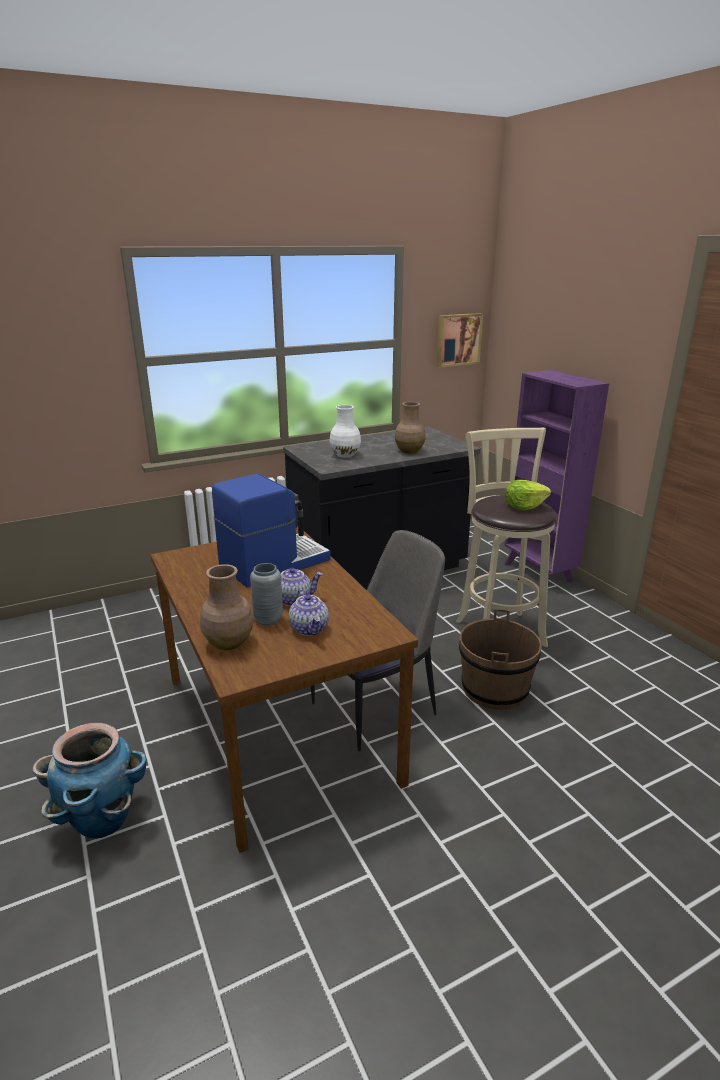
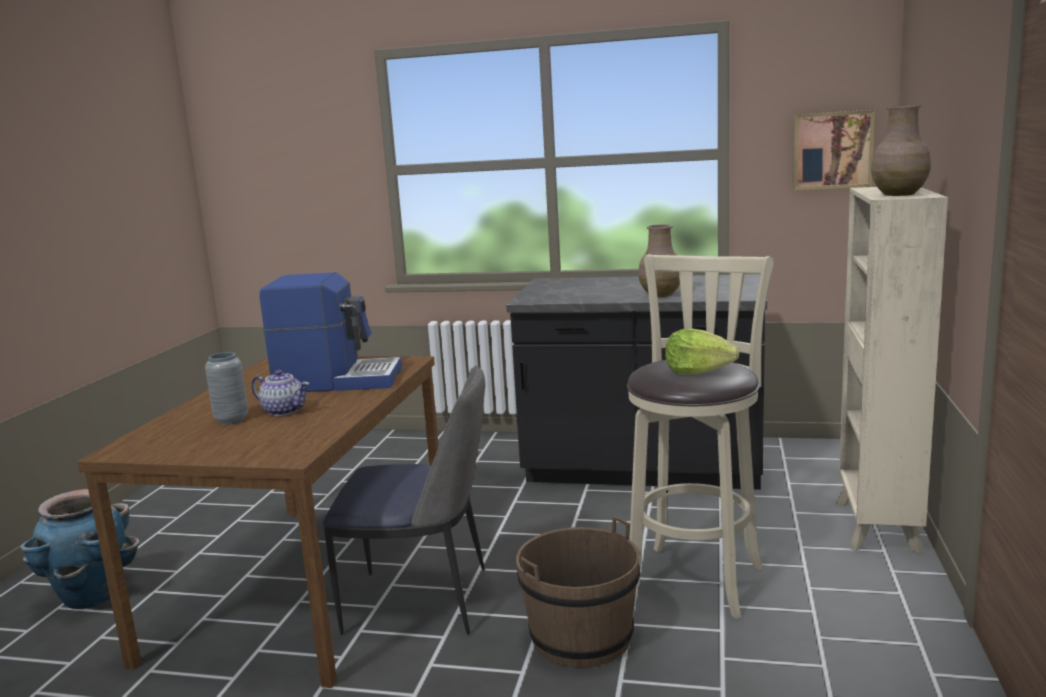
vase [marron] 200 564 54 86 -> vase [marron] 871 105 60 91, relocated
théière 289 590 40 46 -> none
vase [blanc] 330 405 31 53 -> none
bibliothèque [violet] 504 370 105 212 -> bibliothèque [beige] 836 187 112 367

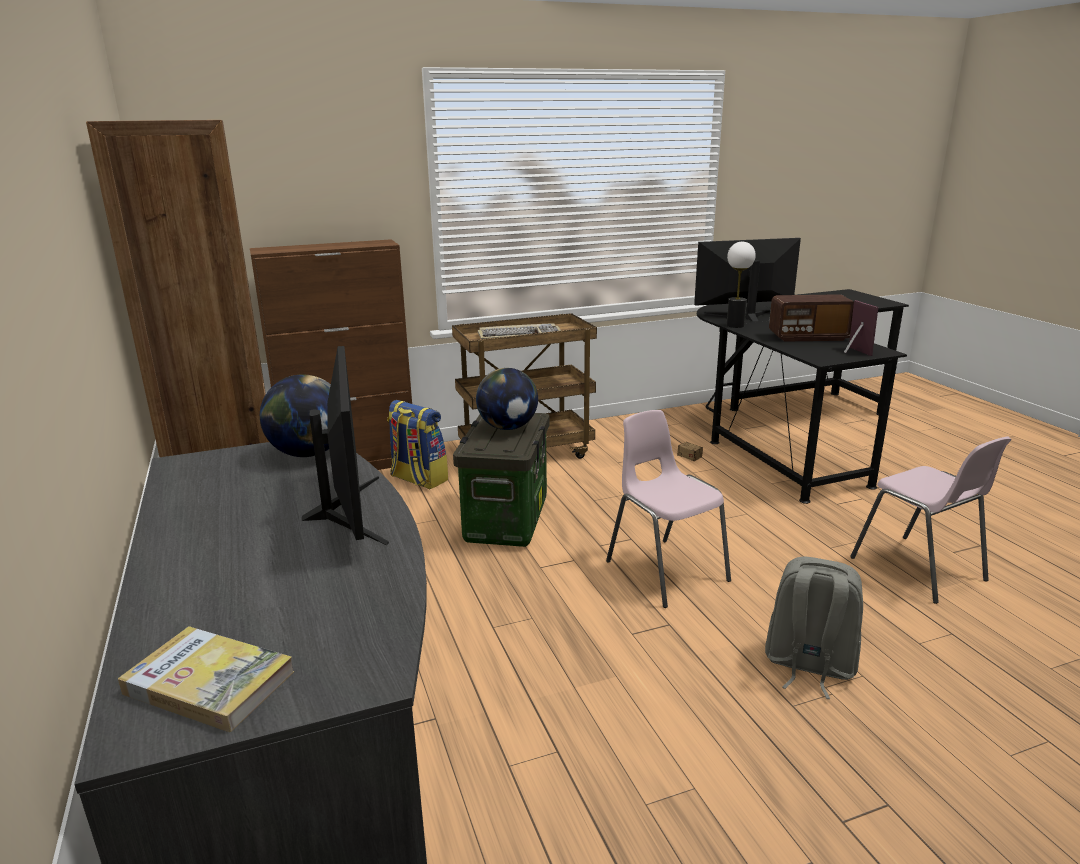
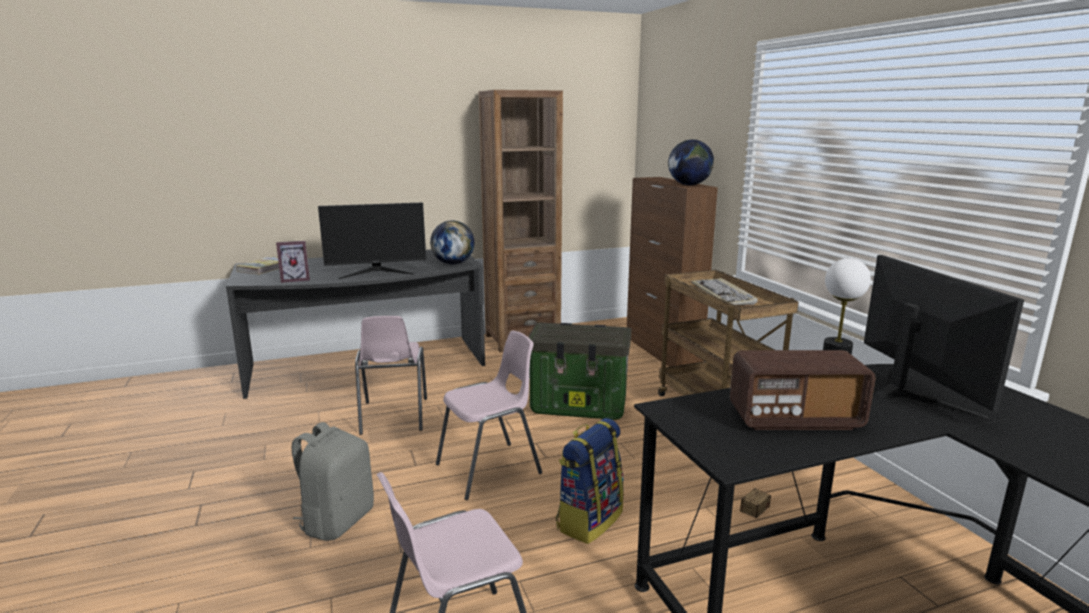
sac à dos 387 400 61 89 -> sac à dos 556 418 68 126, relocated
globe 476 368 62 62 -> globe 668 139 46 46, relocated
radio 769 294 85 48 -> radio 730 350 146 80, 90 degrees counterclockwise
cadre photo 844 300 34 56 -> cadre photo 276 241 34 42, relocated
none -> chaise [rose] 355 316 72 119

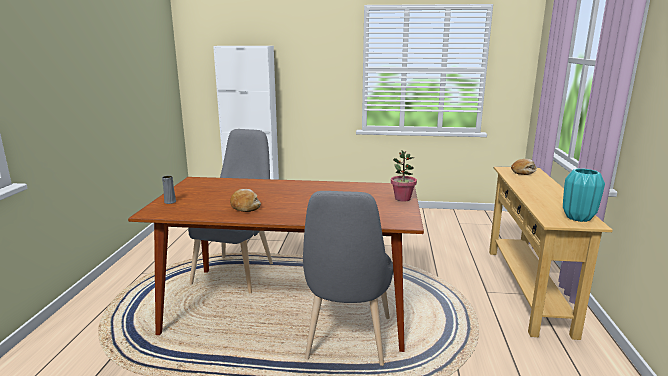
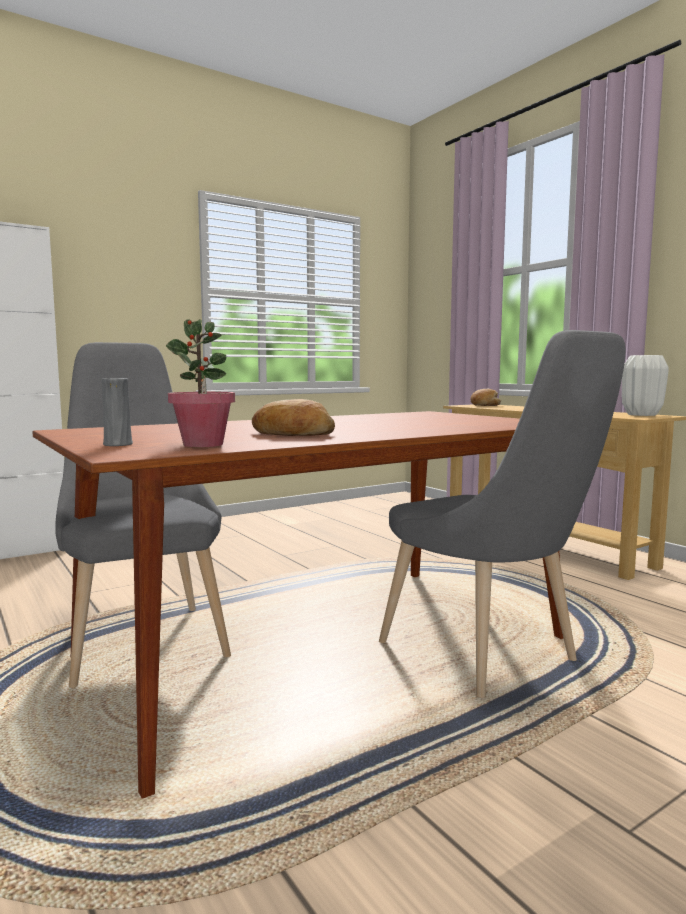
plante en pot 391 150 26 52 -> plante en pot 166 319 69 128, relocated
vase [turquoise] 563 168 42 54 -> vase [blanc] 622 355 47 61

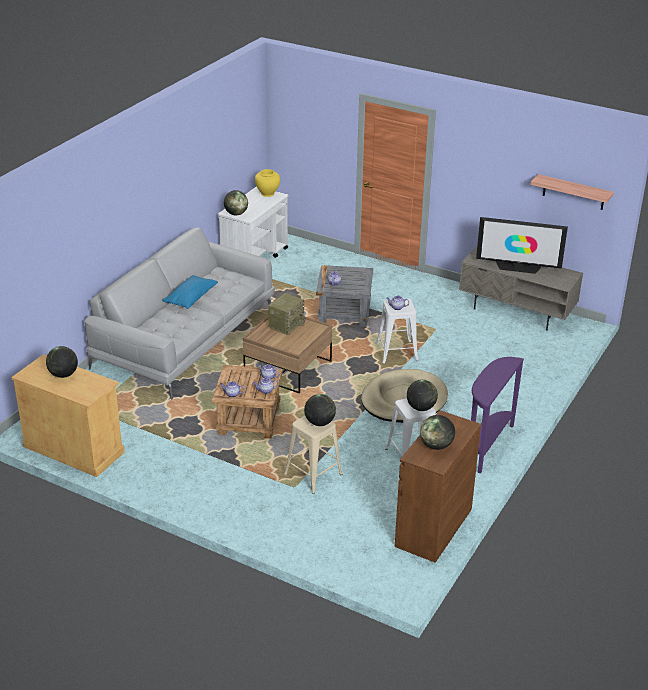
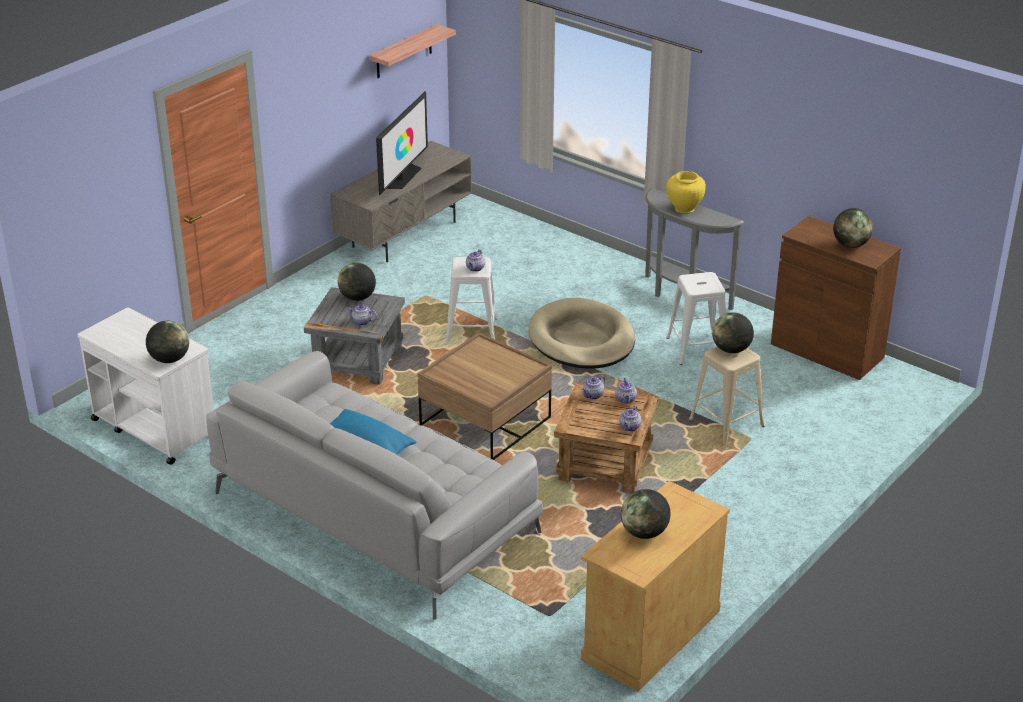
vase [jaune] 255 169 25 28 -> vase [jaune] 666 171 40 43, relocated
radio 268 293 38 42 -> none
globe 407 379 31 32 -> globe 338 263 38 38, relocated
table console [violet] 471 357 53 117 -> table console [gris] 645 188 99 122

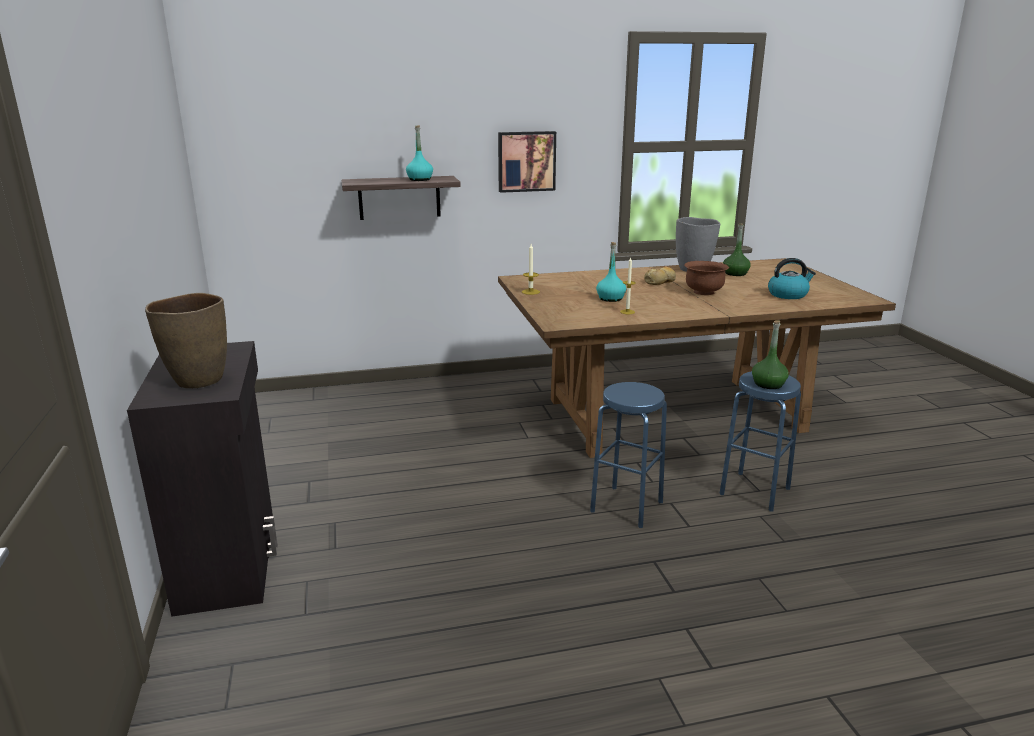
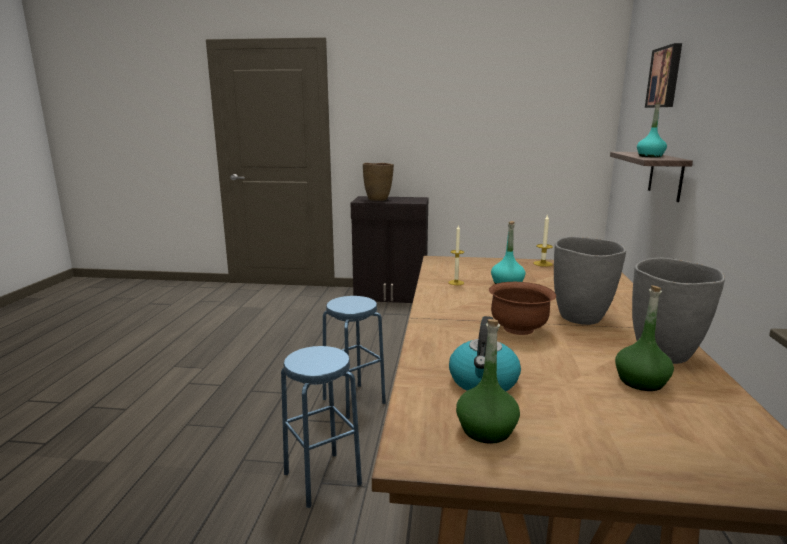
tableau 498 131 58 62 -> tableau 645 43 37 65, relocated
pain 644 267 32 18 -> vase [gris] 554 237 72 88
bouteille [vert] 752 321 37 68 -> bouteille [vert] 456 319 64 125, relocated

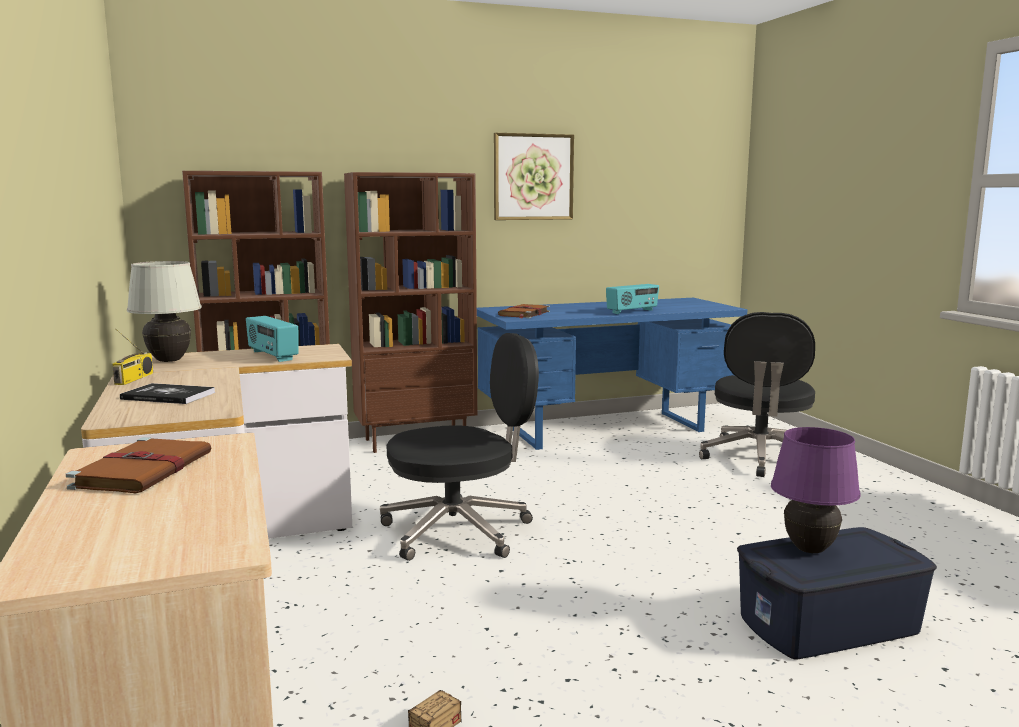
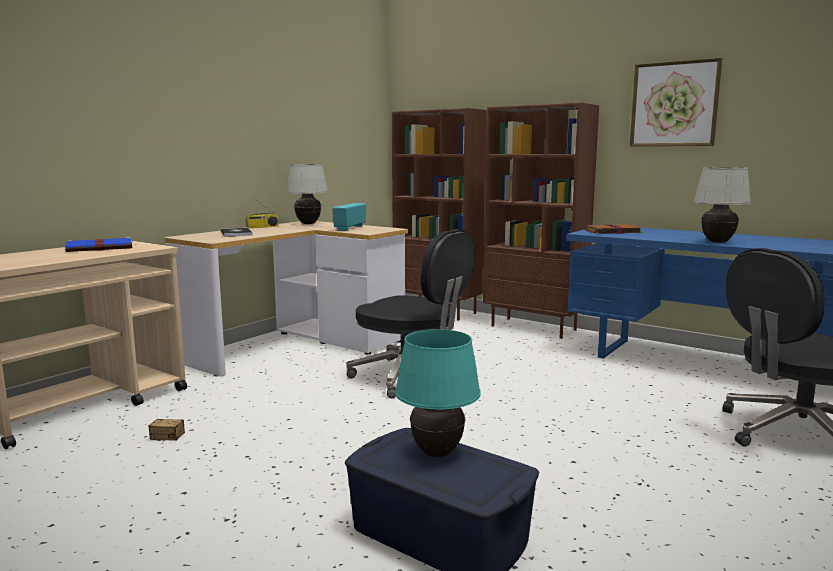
livre [marron] 66 437 146 56 -> livre [bleu] 65 237 67 15
radio 606 284 53 30 -> lampe de table [blanc] 693 167 58 76
lampe de table [violet] 771 427 90 126 -> lampe de table [turquoise] 395 329 86 128

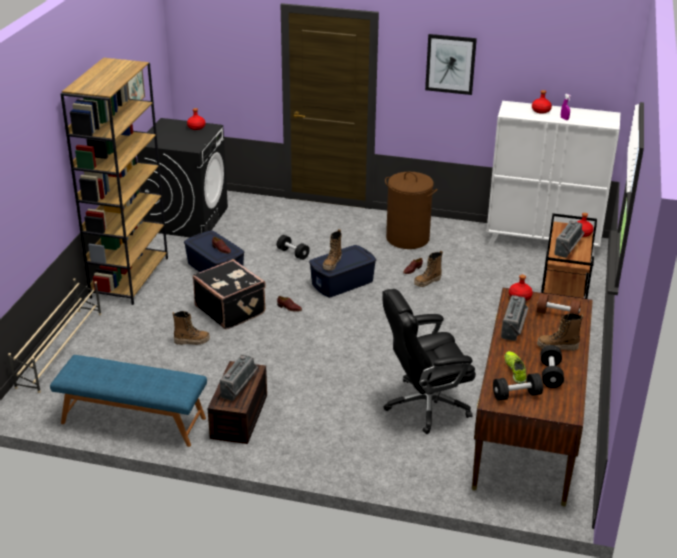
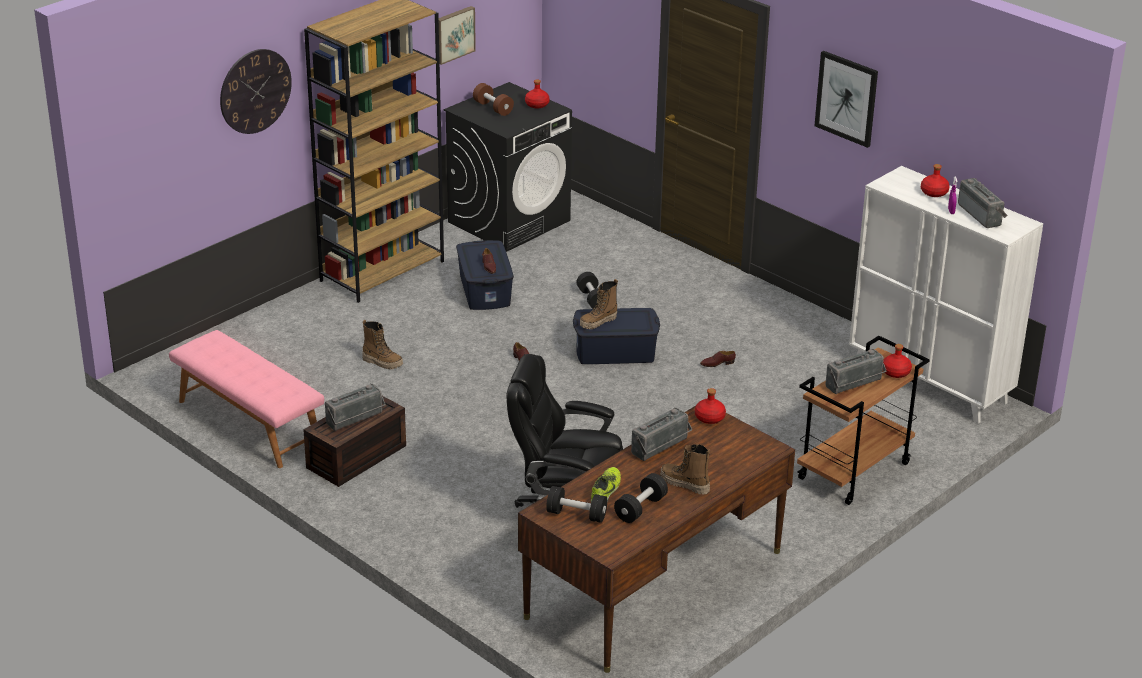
étagère à chaussures [beige] 8 278 93 115 -> none
banc [bleu] 50 355 157 92 -> banc [rose] 169 330 155 138
valise [noir] 193 259 73 70 -> none
panier à linge [marron] 385 172 52 77 -> none
botte 414 251 29 36 -> none
haltère [marron] 537 294 44 21 -> haltère [marron] 473 83 41 33, relocated
none -> horloge murale 220 49 72 85
none -> radio 958 178 49 50

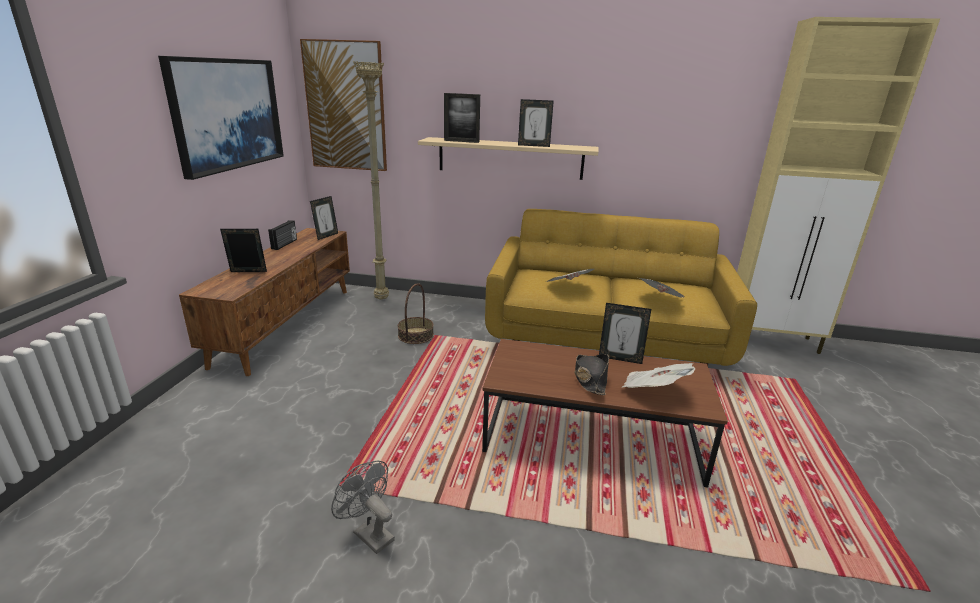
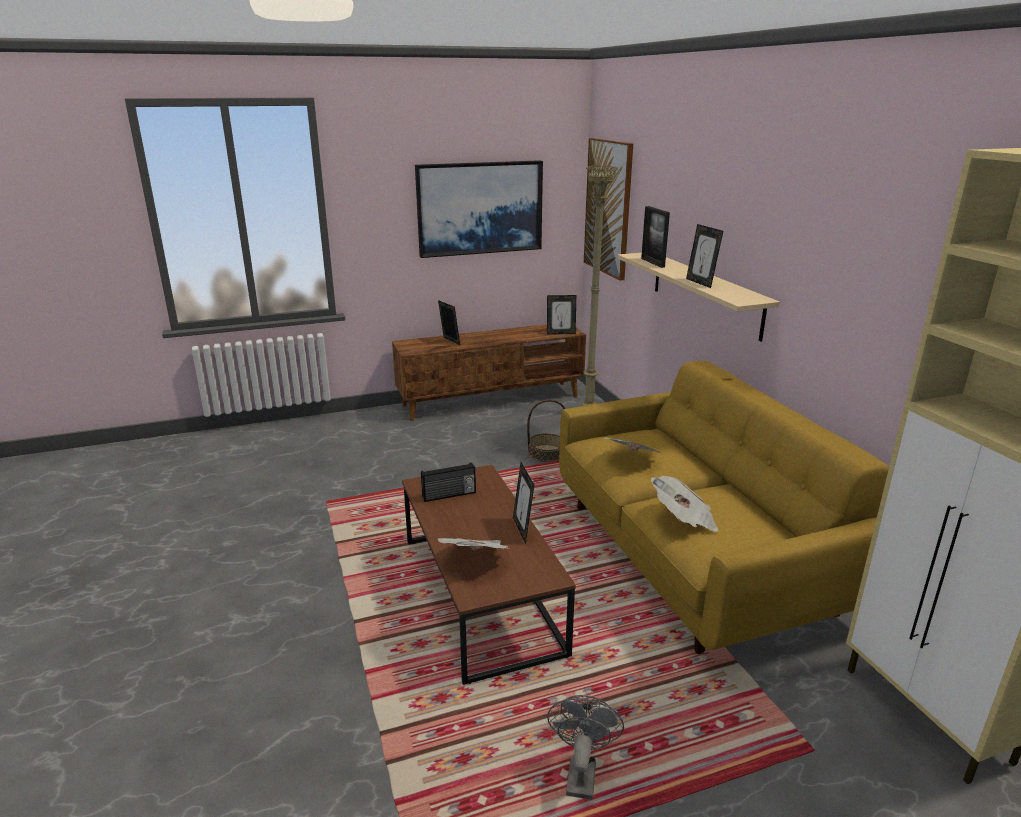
radio 268 220 29 30 -> radio 421 462 55 40, relocated
ventilateur [gris] 331 460 64 94 -> ventilateur [gris] 547 695 77 105, relocated
chapeau [noir] 574 354 35 41 -> none

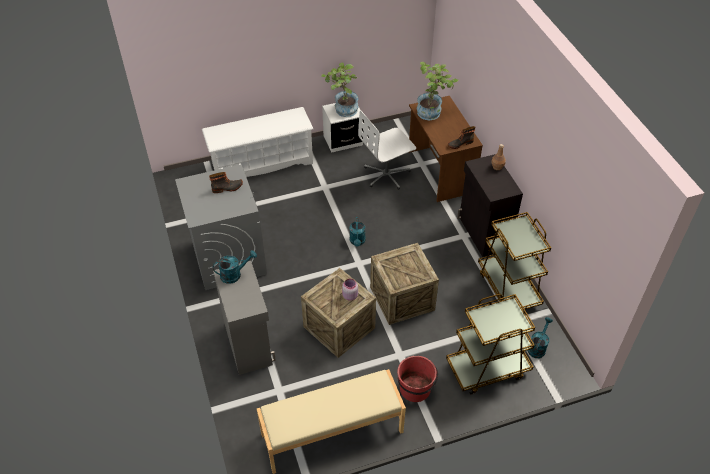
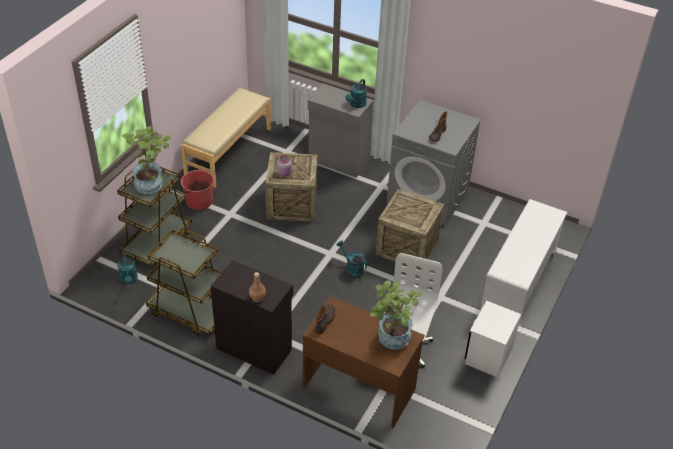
plante en pot 321 63 38 54 -> plante en pot 122 126 49 68, relocated
caisse 370 243 69 82 -> caisse 375 189 69 81, relocated

